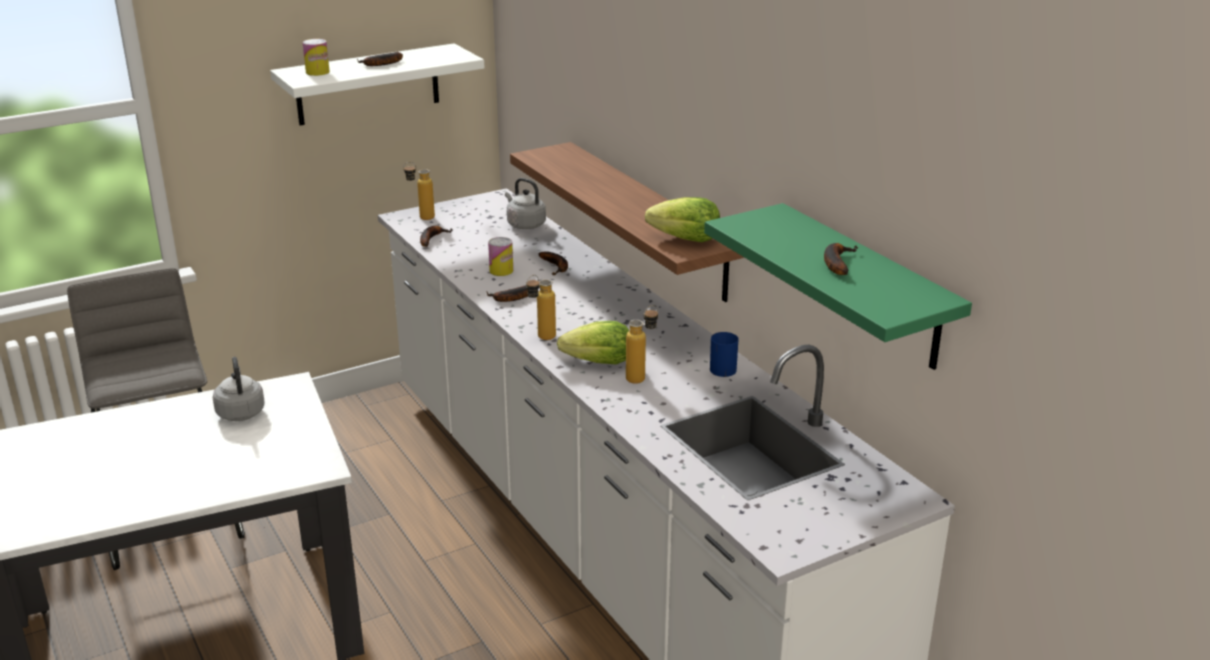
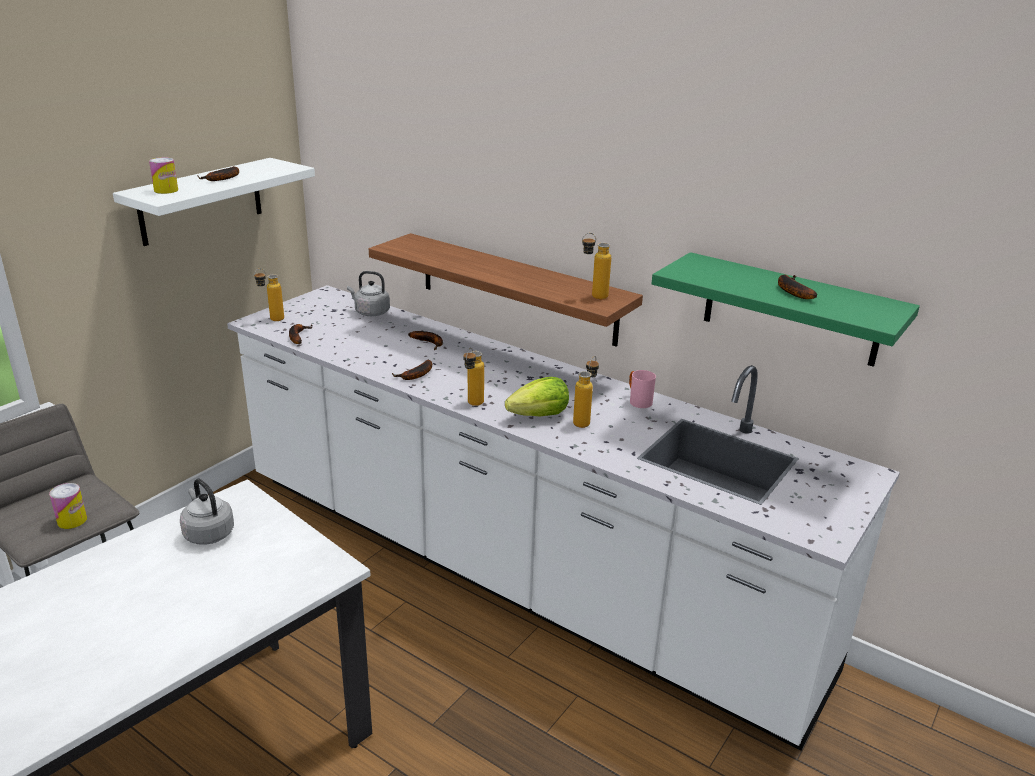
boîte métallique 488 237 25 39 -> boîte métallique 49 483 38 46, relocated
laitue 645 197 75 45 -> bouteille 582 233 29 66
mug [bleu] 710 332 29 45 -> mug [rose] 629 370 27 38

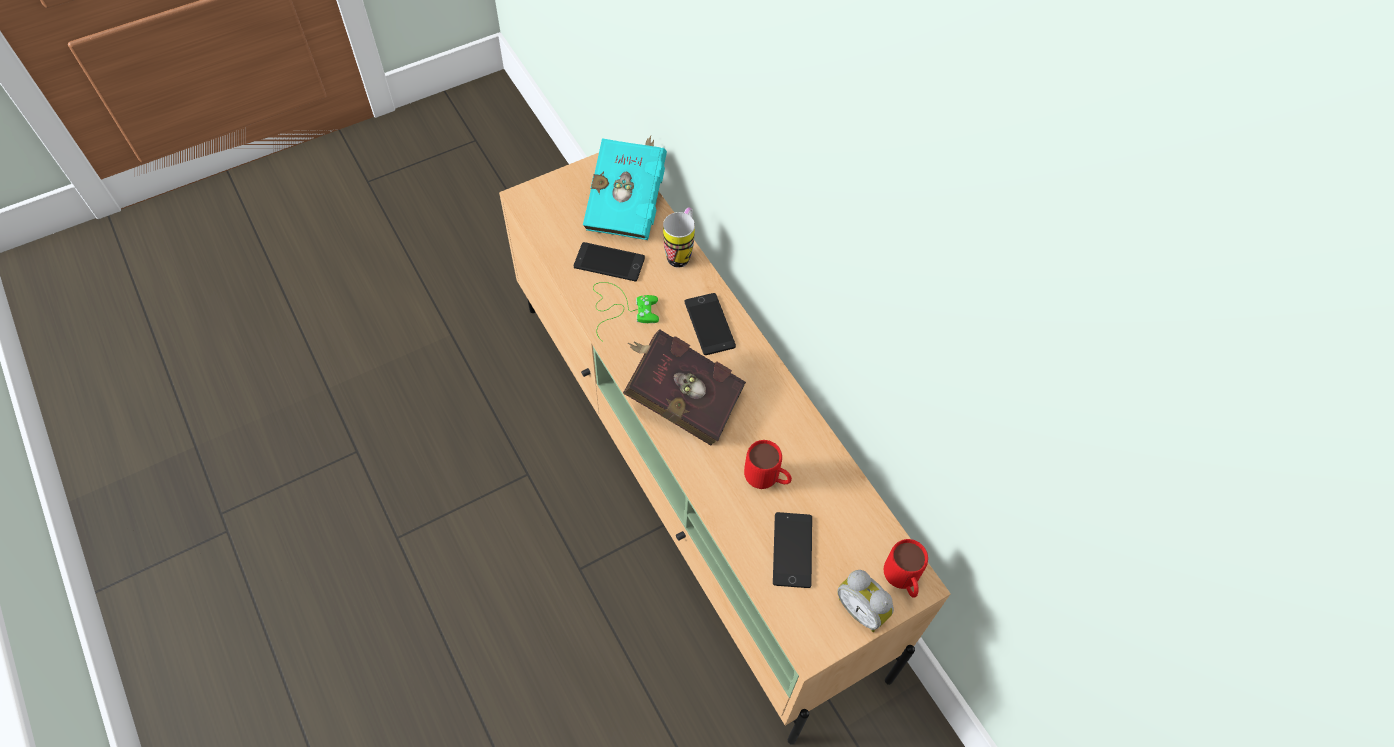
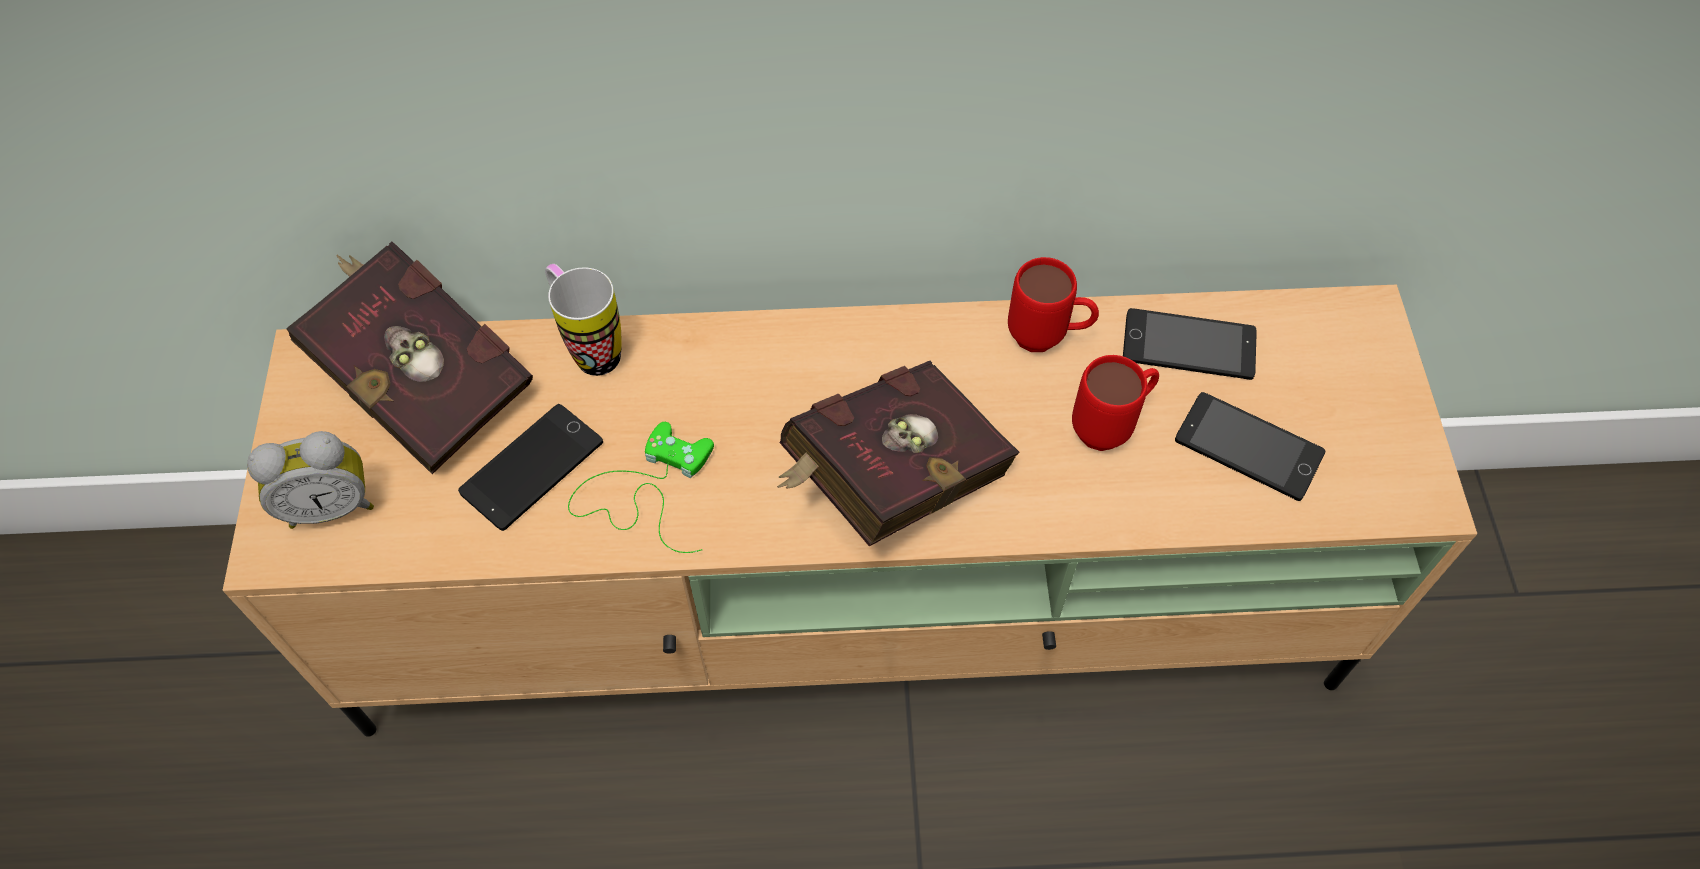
livre [turquoise] 583 135 84 105 -> livre [rouge] 286 242 247 232
téléphone 684 293 52 62 -> téléphone 1123 308 134 72, relocated
réveil 837 570 57 62 -> réveil 247 431 127 98, relocated
mug [rouge] 884 539 44 59 -> mug [rouge] 1008 257 91 95, relocated

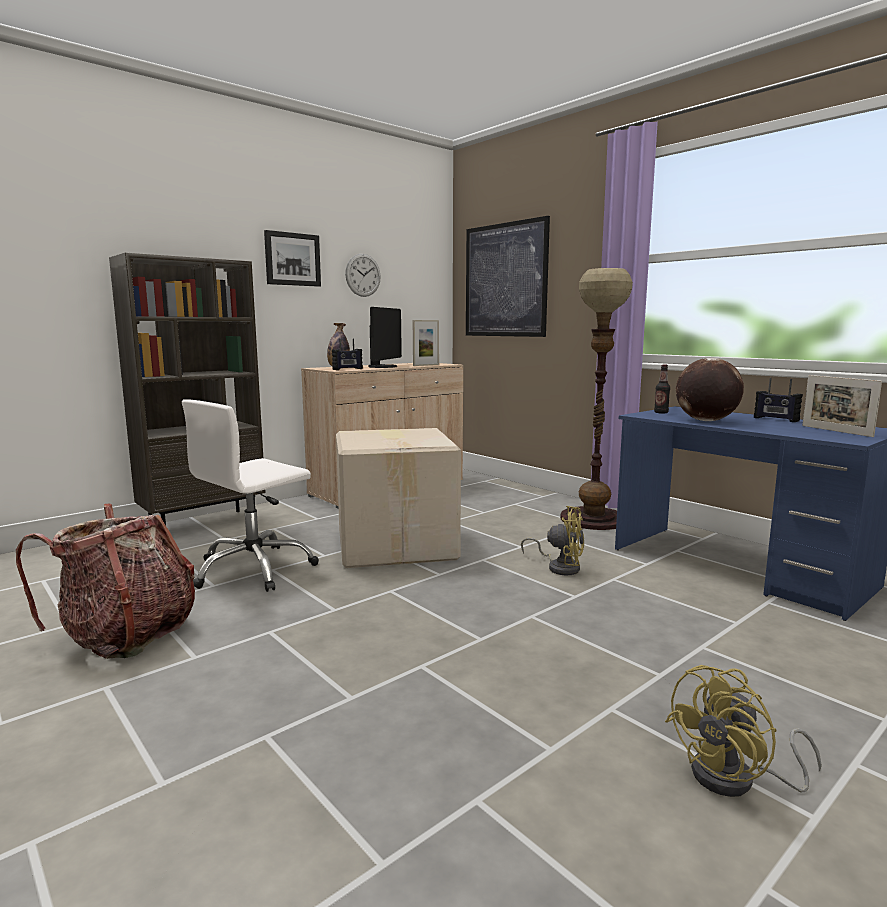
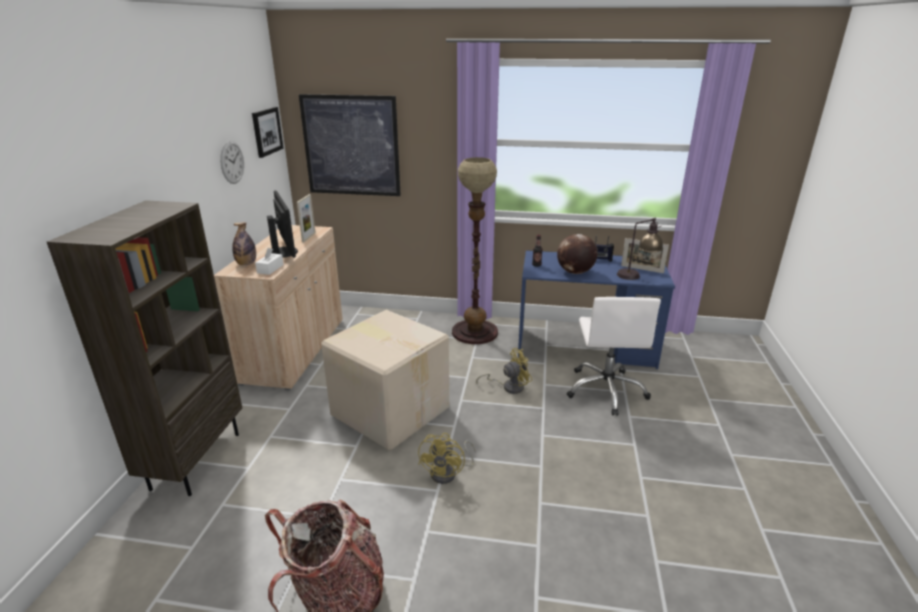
chaise de bureau [blanc] 182 399 137 193 -> chaise de bureau [blanc] 567 297 94 119, relocated
tableau 264 230 57 57 -> tableau 252 107 32 51, relocated
radio 332 338 31 32 -> boîte à mouchoirs [blanc] 255 248 29 27
ventilateur [jaune] 665 665 157 132 -> ventilateur [jaune] 418 433 58 51, relocated
none -> lampe de table 617 218 46 62

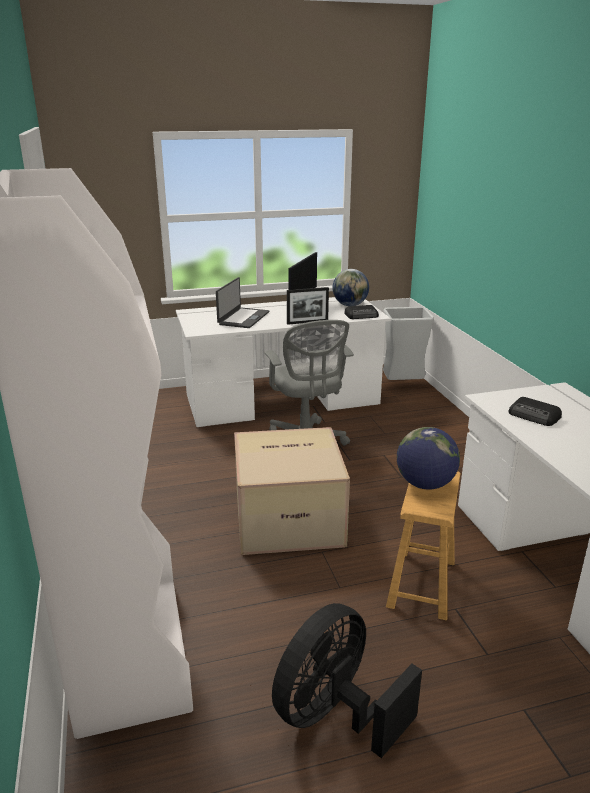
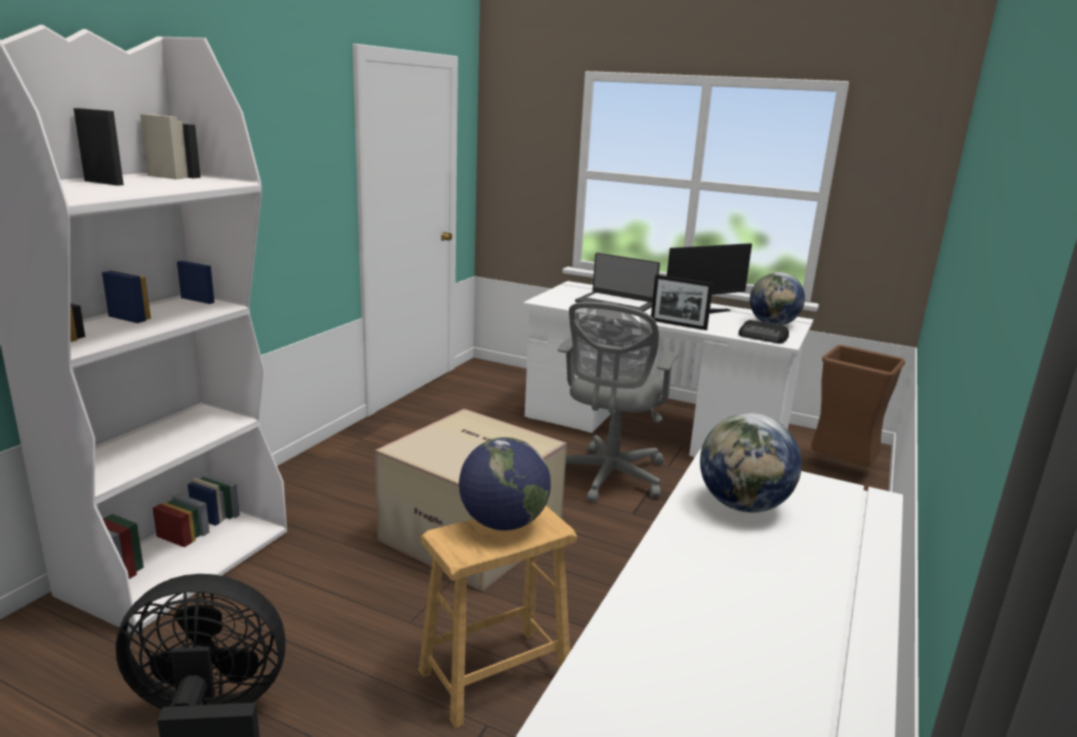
ordinateur portable 216 277 53 51 -> ordinateur portable 575 253 85 59, 60 degrees clockwise
poubelle [gris] 383 307 51 73 -> poubelle [marron] 811 345 94 121
radio 508 397 54 29 -> globe 700 413 102 100

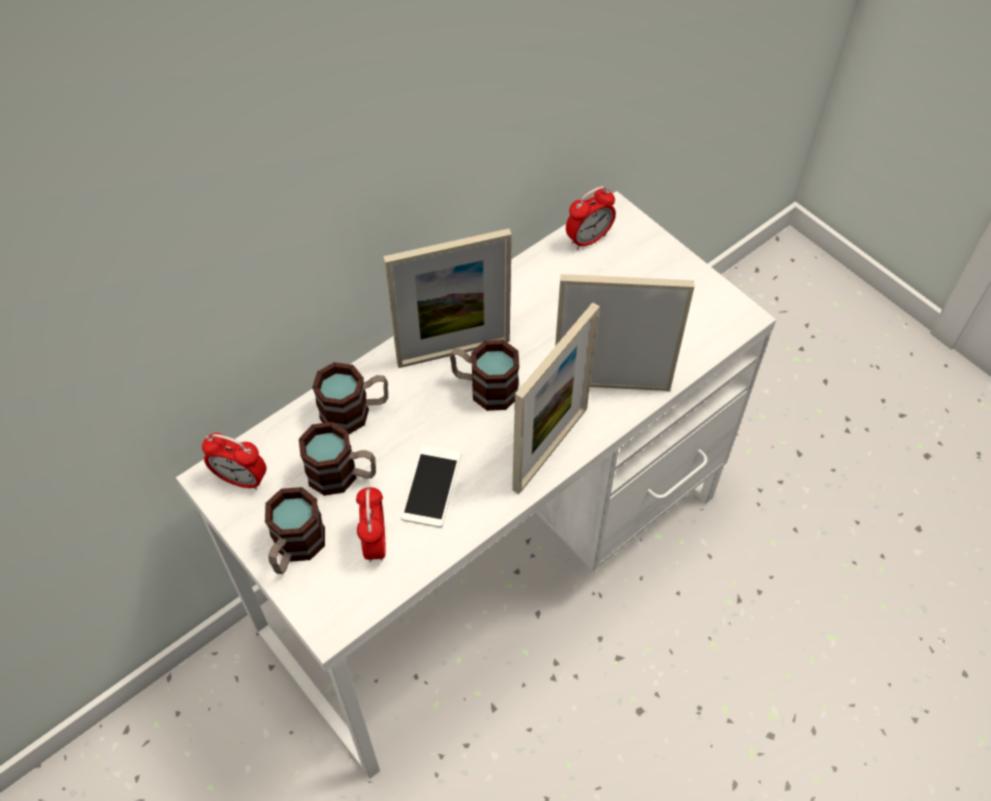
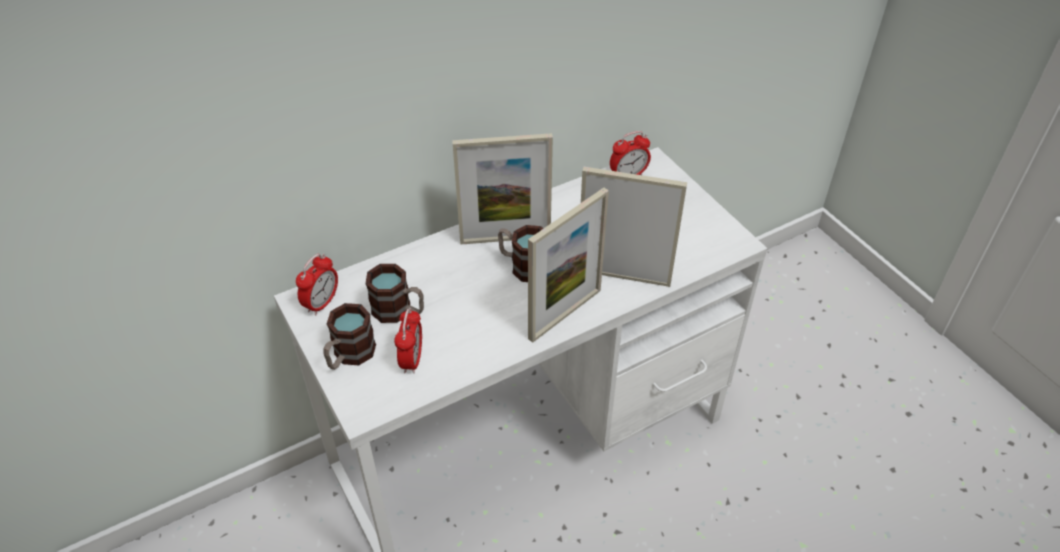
réveil 202 433 65 57 -> réveil 296 254 42 61, 90 degrees counterclockwise
mug 312 362 76 72 -> none
téléphone 401 445 60 82 -> none

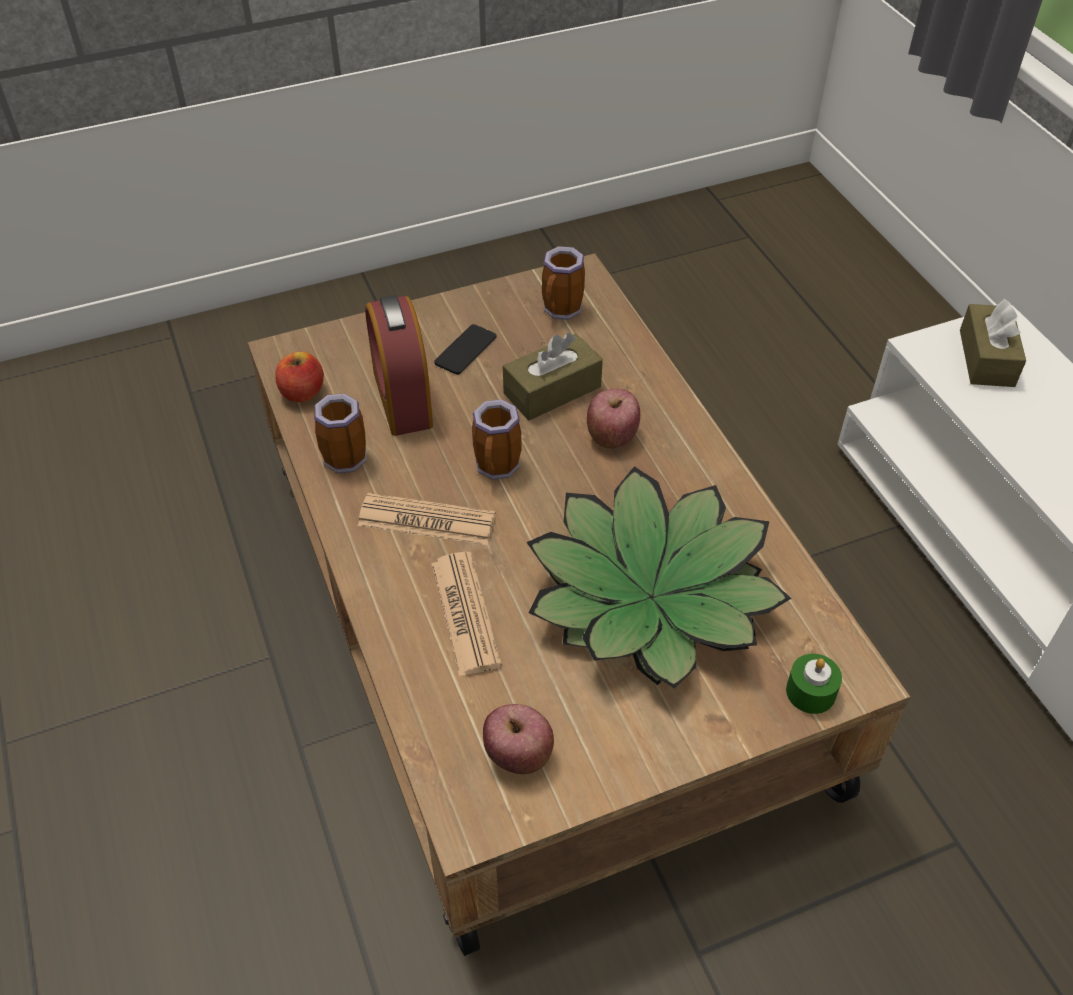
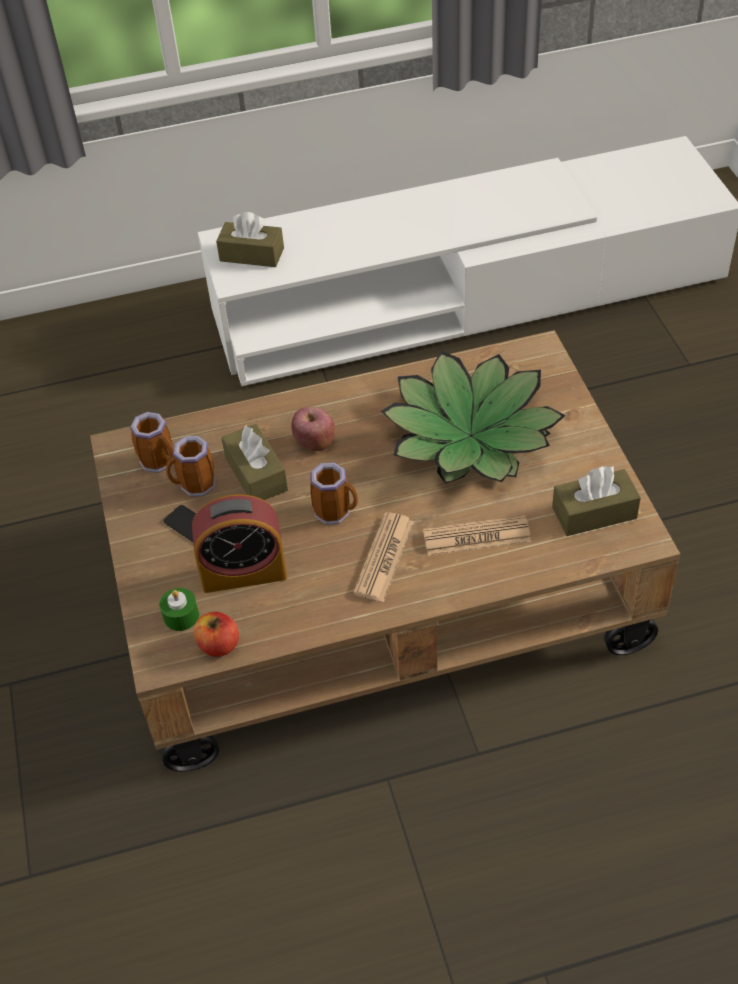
mug 314 394 53 79 -> mug 166 436 49 61, relocated
pomme 483 704 71 70 -> boîte à mouchoirs [marron] 552 466 89 70
bougie [vert] 786 654 56 60 -> bougie [vert] 160 588 39 43, relocated

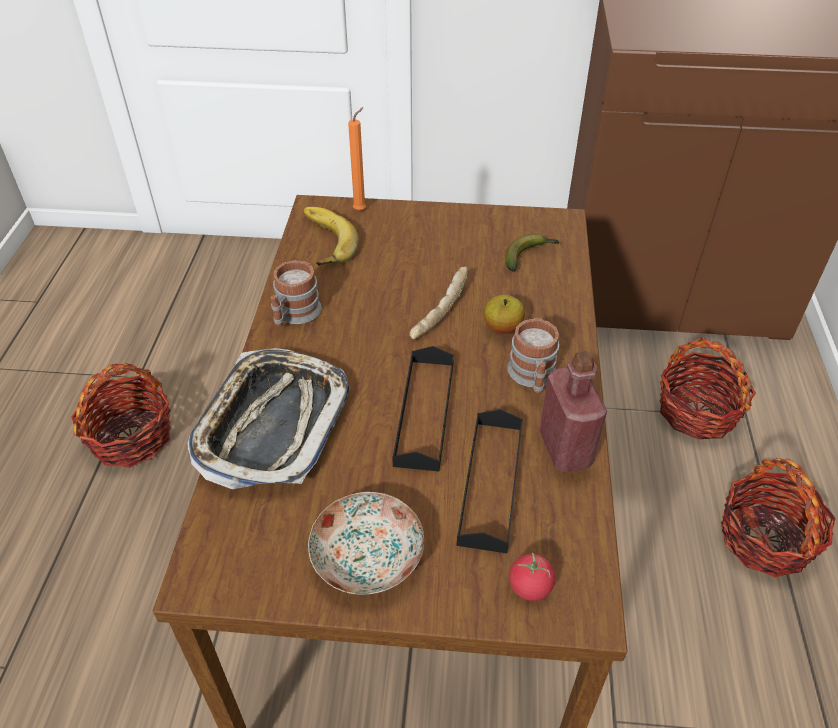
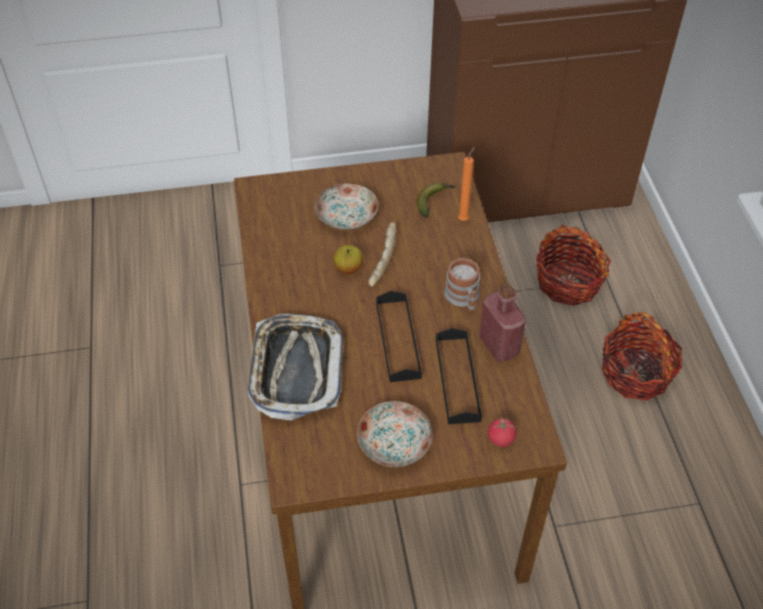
panier 71 363 100 105 -> none
mug 271 260 51 67 -> none
banane 304 207 55 59 -> none
bougie [orange] 348 107 18 104 -> bougie [orange] 458 147 17 74, relocated
pomme 484 295 41 39 -> pomme 333 245 30 29, relocated
none -> assiette 315 184 63 46

